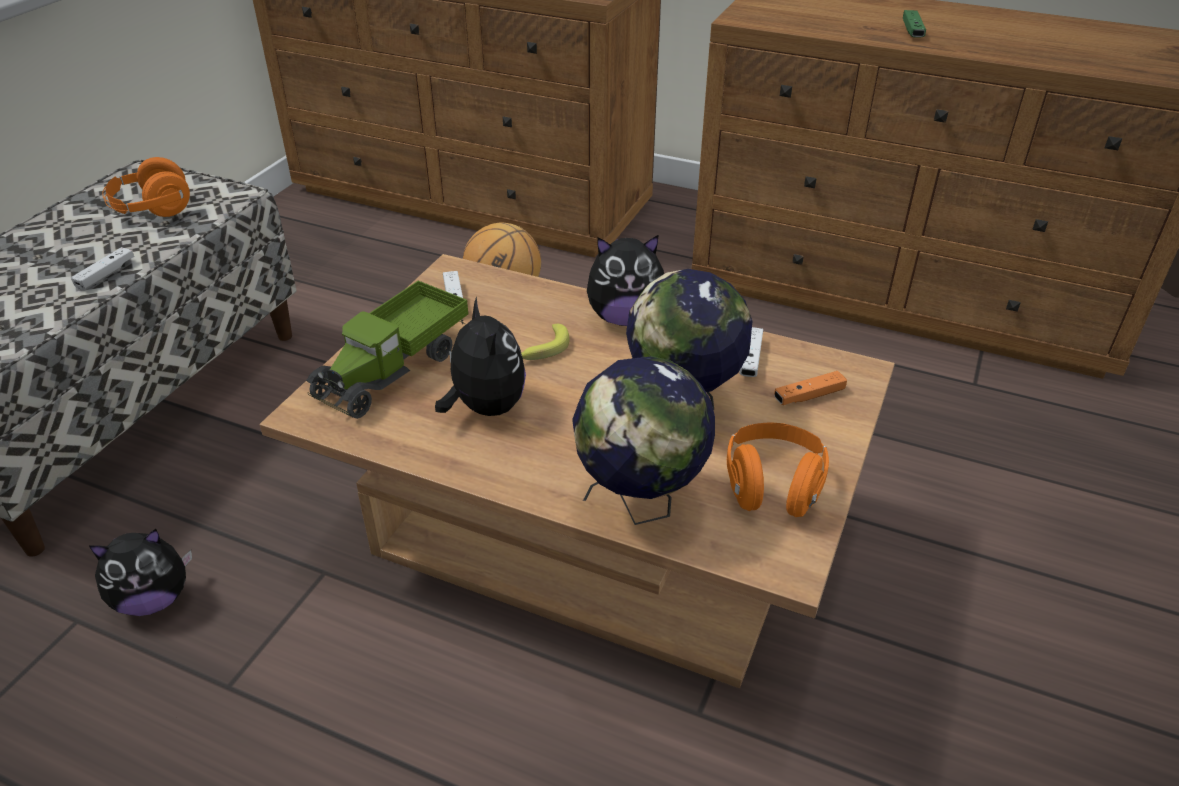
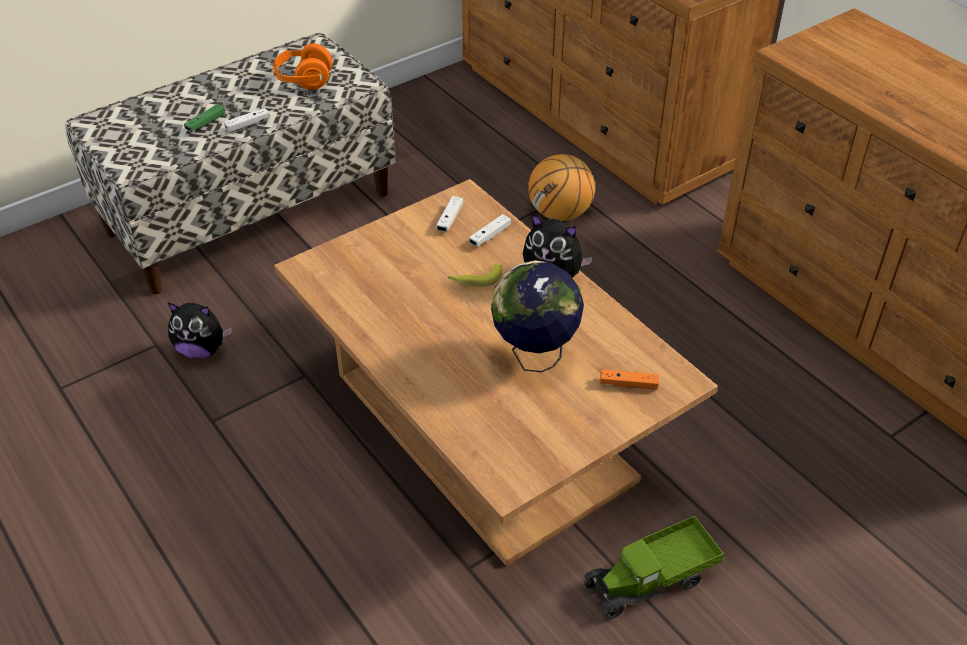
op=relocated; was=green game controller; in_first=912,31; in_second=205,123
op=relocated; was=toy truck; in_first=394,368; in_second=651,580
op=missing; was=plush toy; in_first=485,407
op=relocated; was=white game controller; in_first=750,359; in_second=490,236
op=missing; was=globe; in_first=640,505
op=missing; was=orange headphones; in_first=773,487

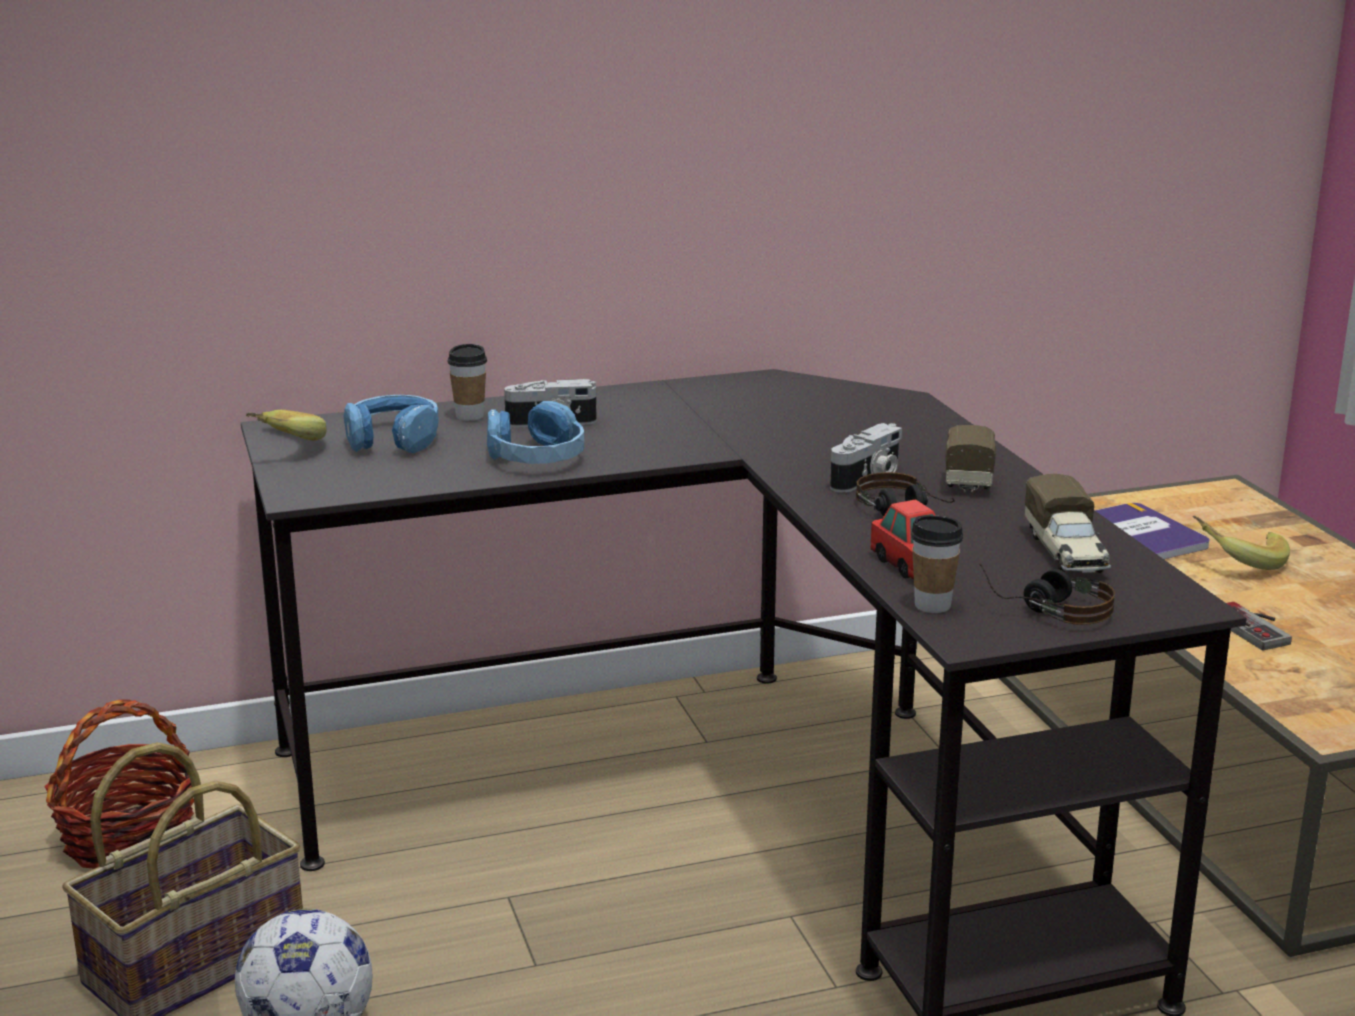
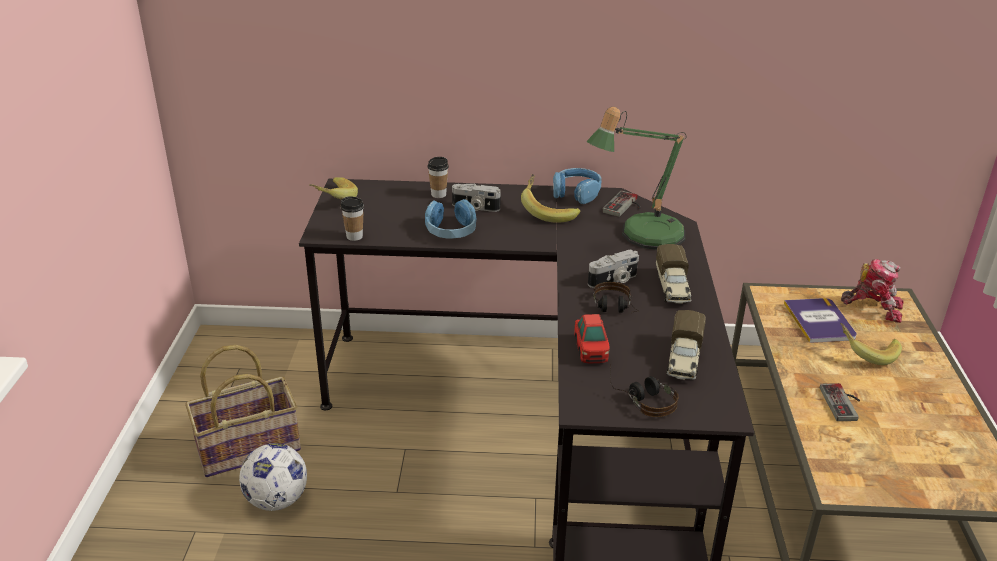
op=relocated; was=blue headphones; in_first=393,439; in_second=576,193
op=spun; was=toy truck; in_first=968,474; in_second=672,288; clockwise=150
op=relocated; was=cup; in_first=932,605; in_second=354,236
op=missing; was=basket; in_first=129,838
op=appeared; now=table lamp; in_second=642,236
op=appeared; now=banana; in_second=548,211
op=appeared; now=game controller; in_second=625,206
op=appeared; now=toy robot; in_second=873,306

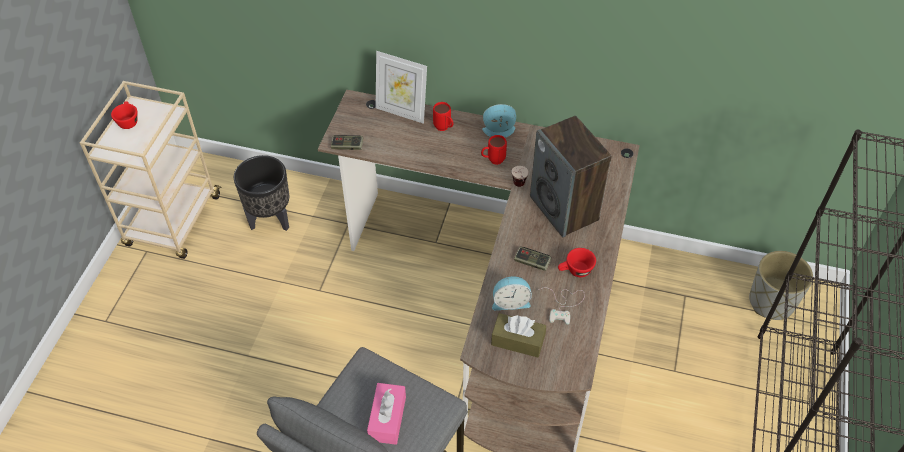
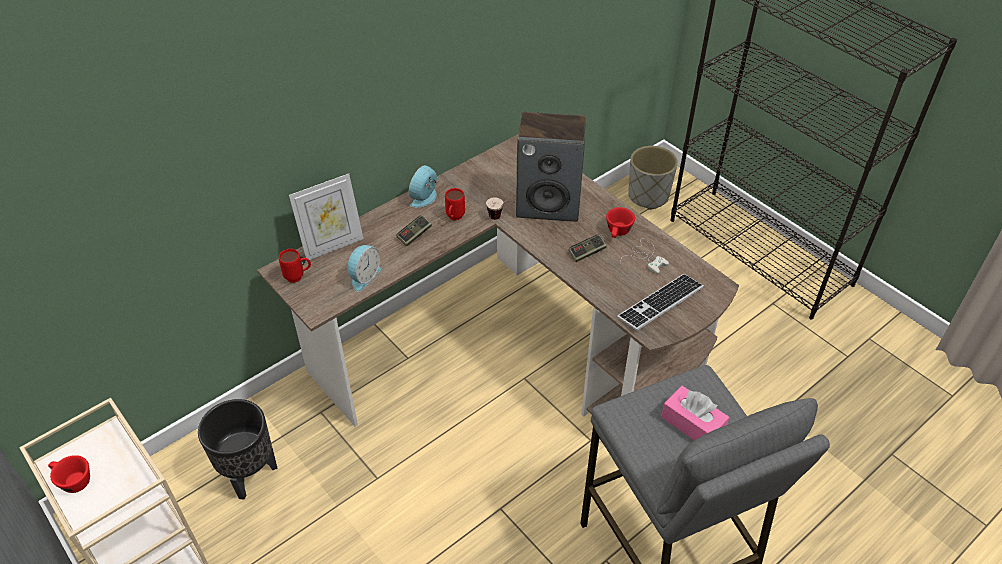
op=relocated; was=red mug; in_first=444,129; in_second=298,277
op=relocated; was=game controller; in_first=347,146; in_second=414,235
op=relocated; was=alarm clock; in_first=510,301; in_second=364,276
op=exchanged; was=brown tissue box; now=keyboard; in_first=518,340; in_second=660,303

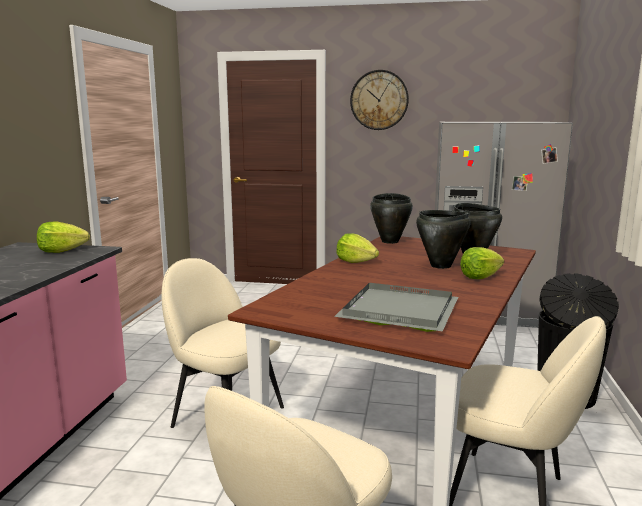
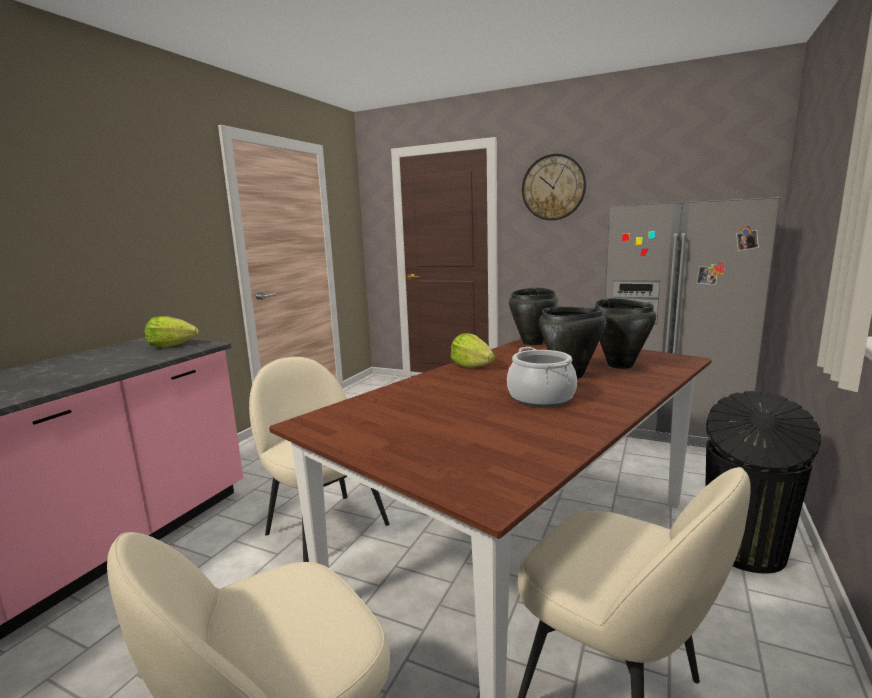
op=missing; was=lettuce; in_first=480,277
op=missing; was=grey tray; in_first=397,310
op=appeared; now=cooking pot; in_second=541,397

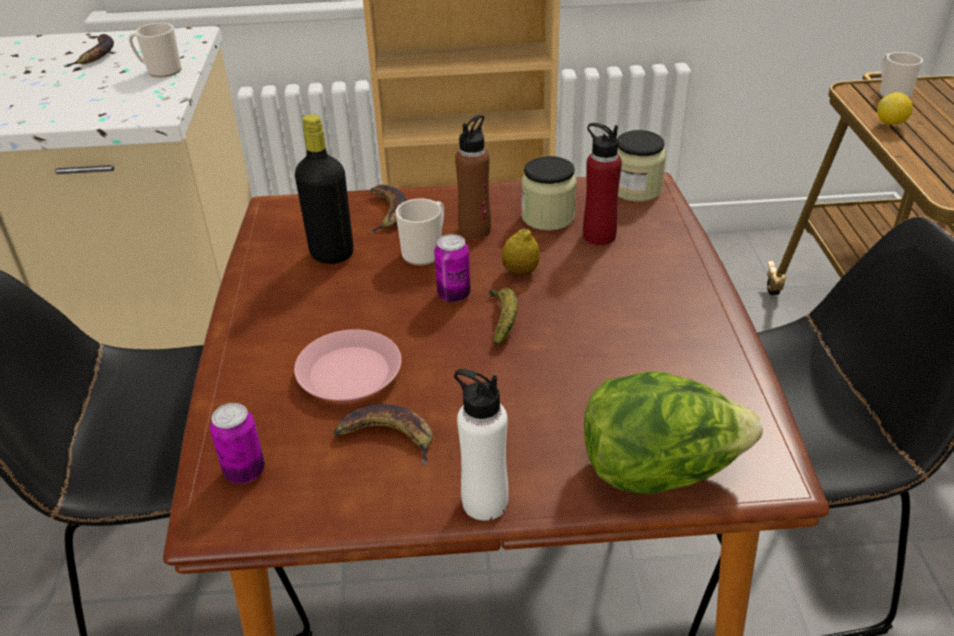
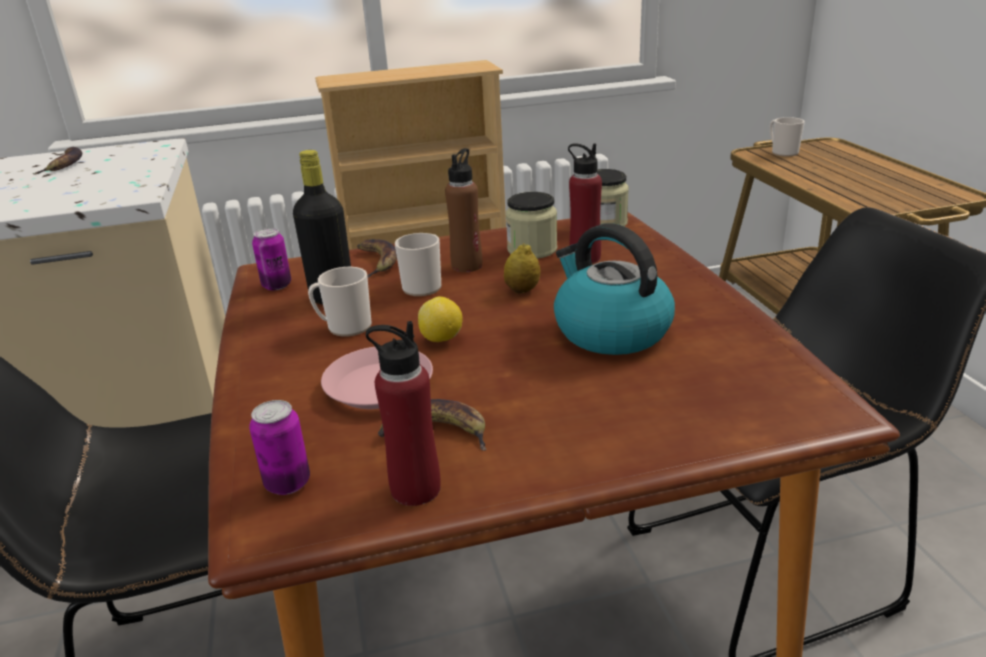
op=relocated; was=mug; in_first=160,71; in_second=344,327
op=relocated; was=lemon; in_first=891,123; in_second=442,339
op=relocated; was=can; in_first=454,295; in_second=277,285
op=missing; was=banana; in_first=503,320
op=missing; was=white bottle; in_first=484,502
op=missing; was=lettuce; in_first=659,471
op=appeared; now=kettle; in_second=610,331
op=appeared; now=red bottle; in_second=415,489

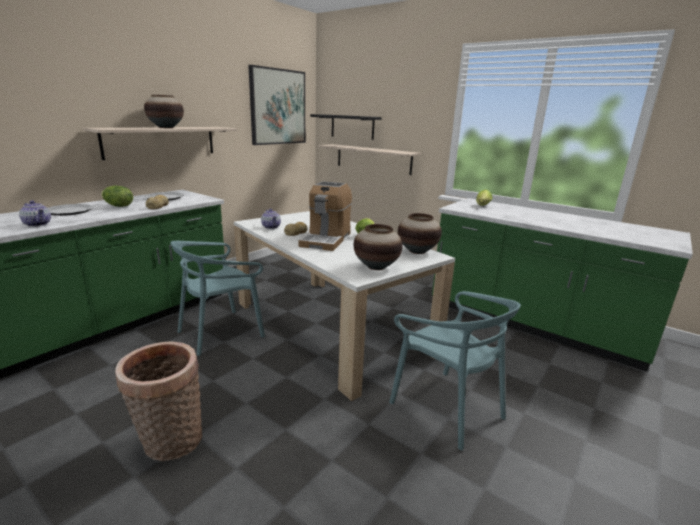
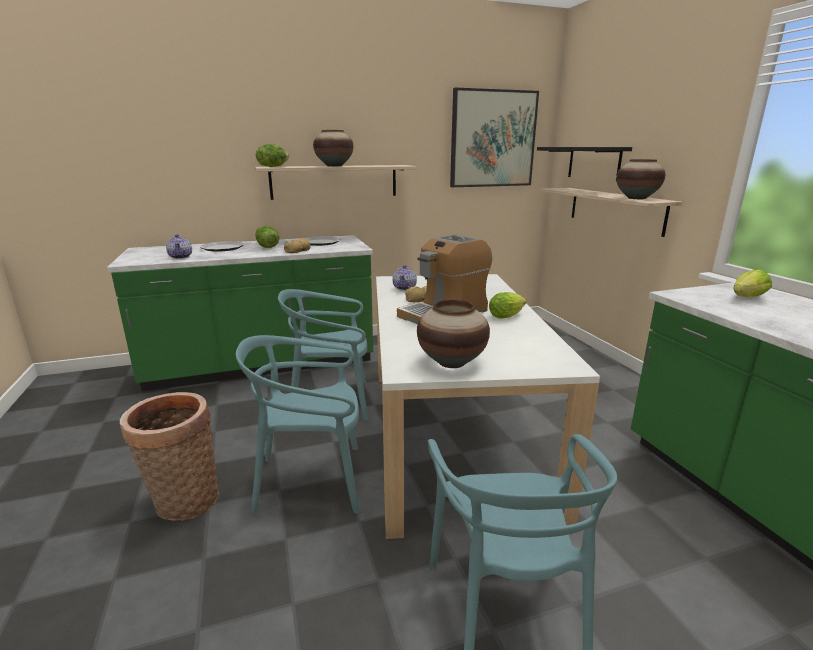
op=relocated; was=vase; in_first=417,251; in_second=637,198
op=appeared; now=lettuce; in_second=273,167
op=appeared; now=turquoise chair; in_second=311,481

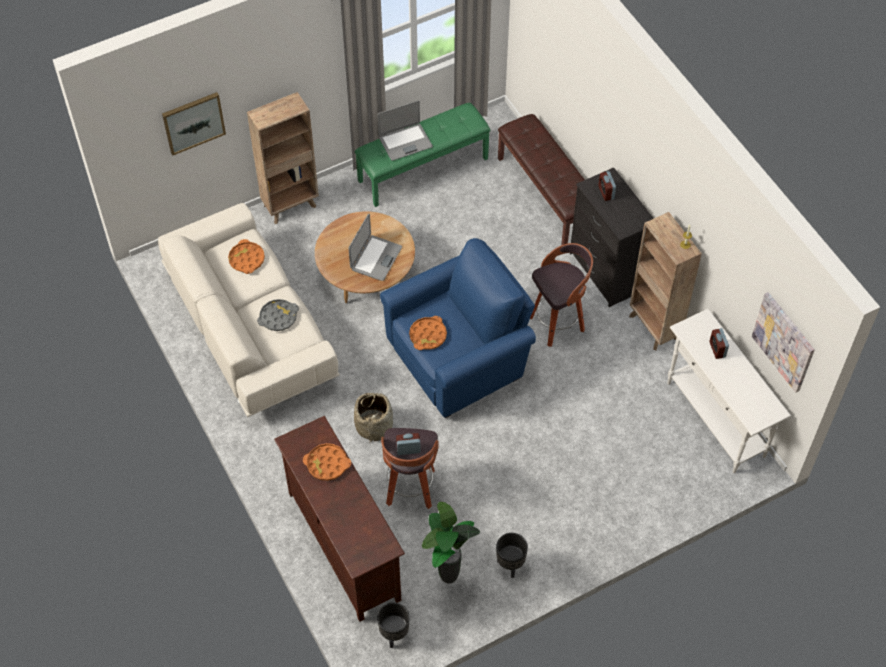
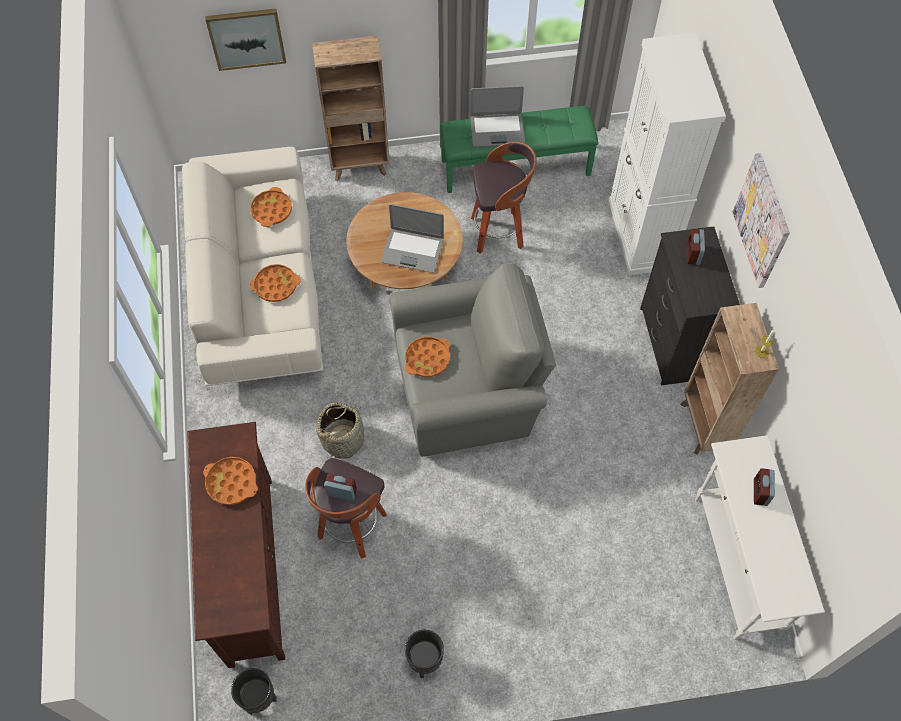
op=exchanged; was=brown bench; now=white cabinet; in_first=547,195; in_second=640,234
op=spun; was=laptop; in_first=375,258; in_second=412,250; clockwise=60
op=colour; was=blue armchair; now=grey armchair; in_first=460,358; in_second=469,392
op=relocated; was=stool; in_first=558,323; in_second=498,232
op=relocated; was=picture; in_first=784,341; in_second=762,221
op=colour; was=grey tray; now=orange tray; in_first=278,317; in_second=275,285
op=missing; was=potted plant; in_first=448,579

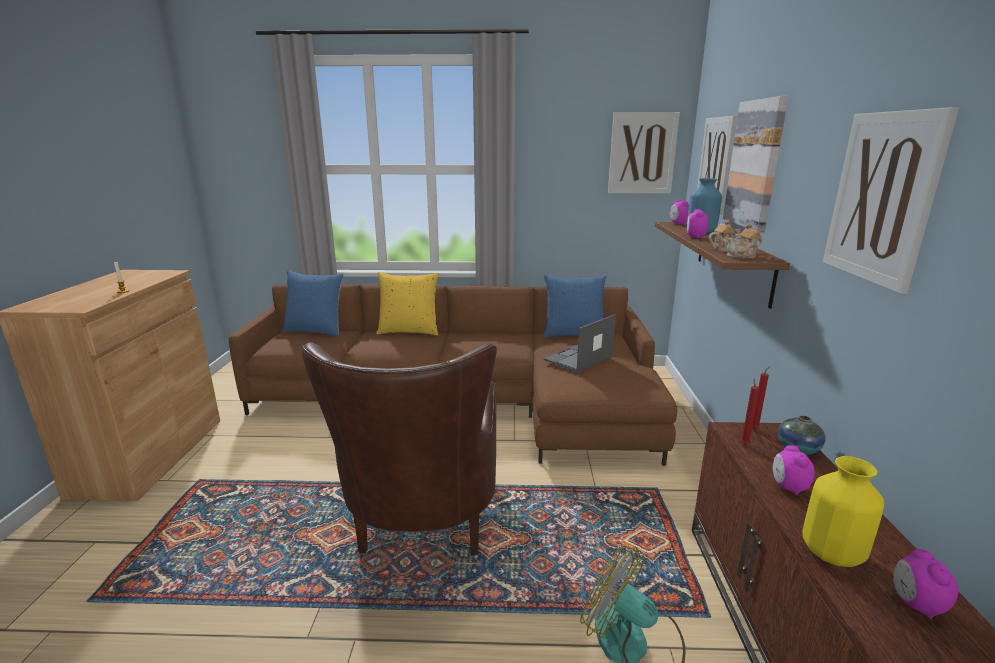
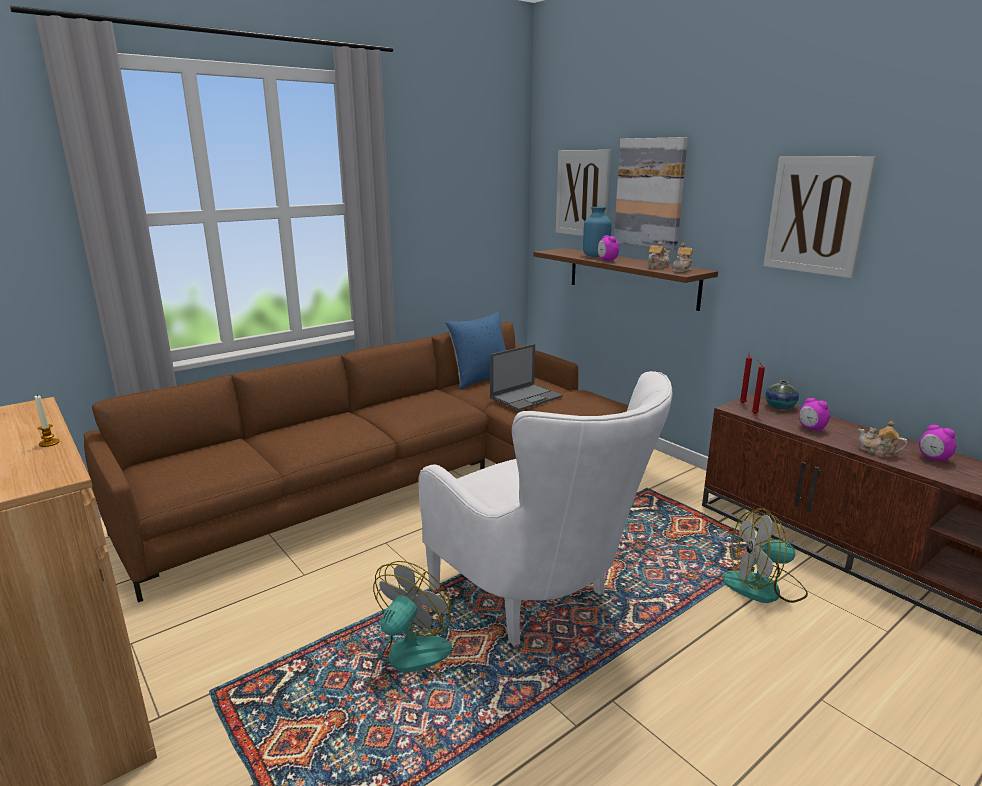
op=missing; was=picture; in_first=642,153
op=missing; was=alarm clock; in_first=678,224
op=missing; was=blue pillow; in_first=316,331
op=missing; was=yellow pillow; in_first=409,331
op=spun; was=laptop; in_first=578,358; in_second=526,397; clockwise=-135
op=colour; was=brown armchair; now=white armchair; in_first=422,532; in_second=538,601
op=exchanged; was=yellow vase; now=teapot; in_first=831,553; in_second=878,452
op=appeared; now=fan; in_second=410,665

